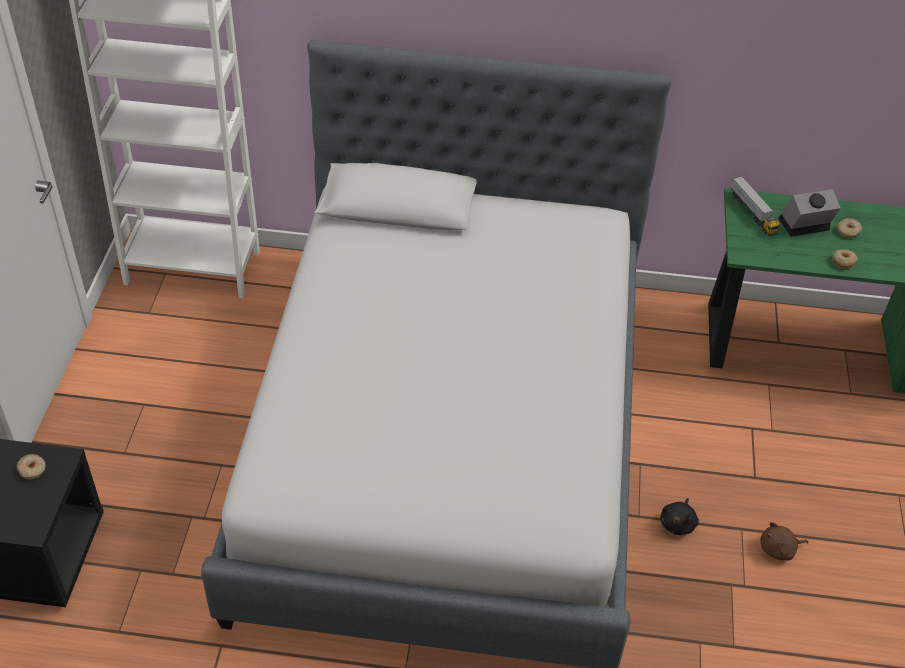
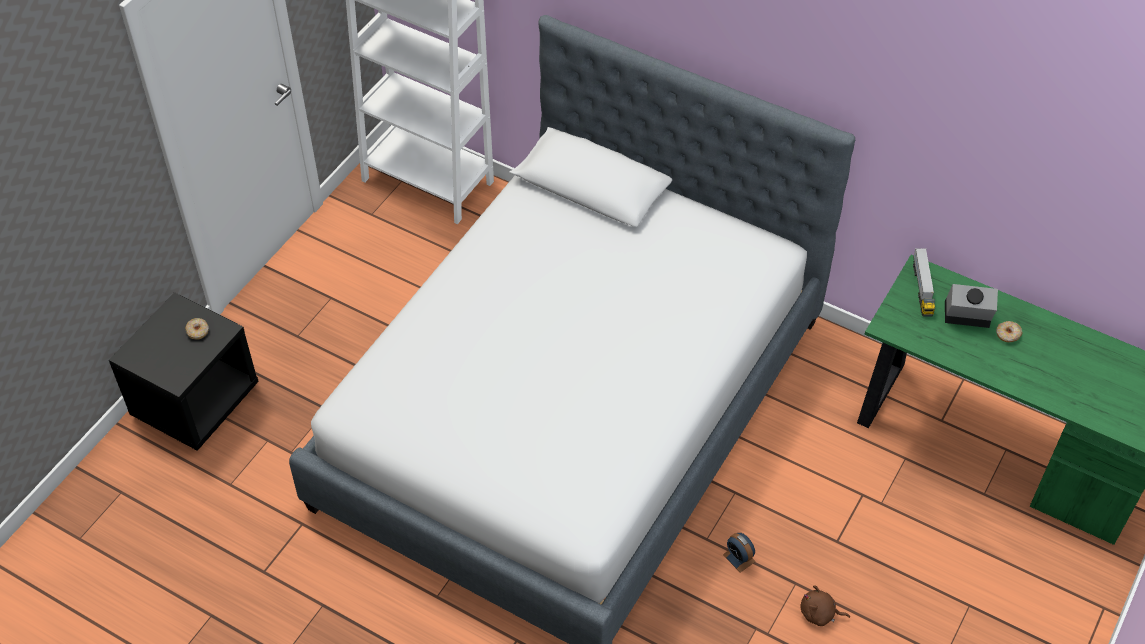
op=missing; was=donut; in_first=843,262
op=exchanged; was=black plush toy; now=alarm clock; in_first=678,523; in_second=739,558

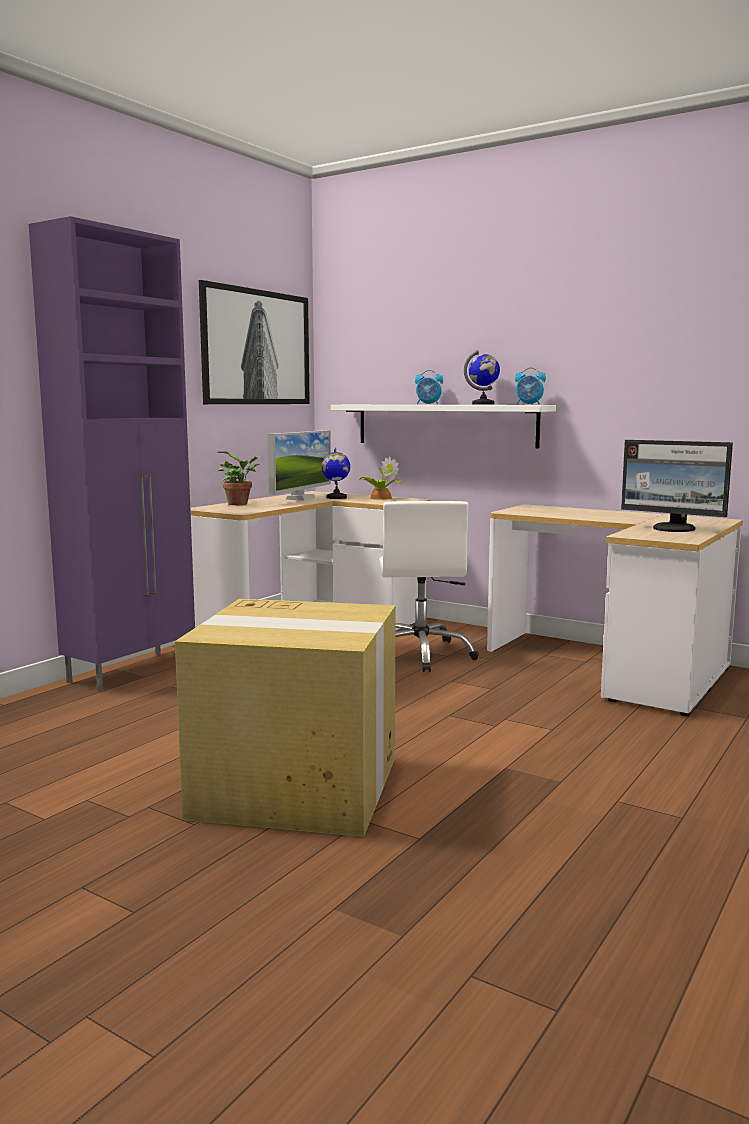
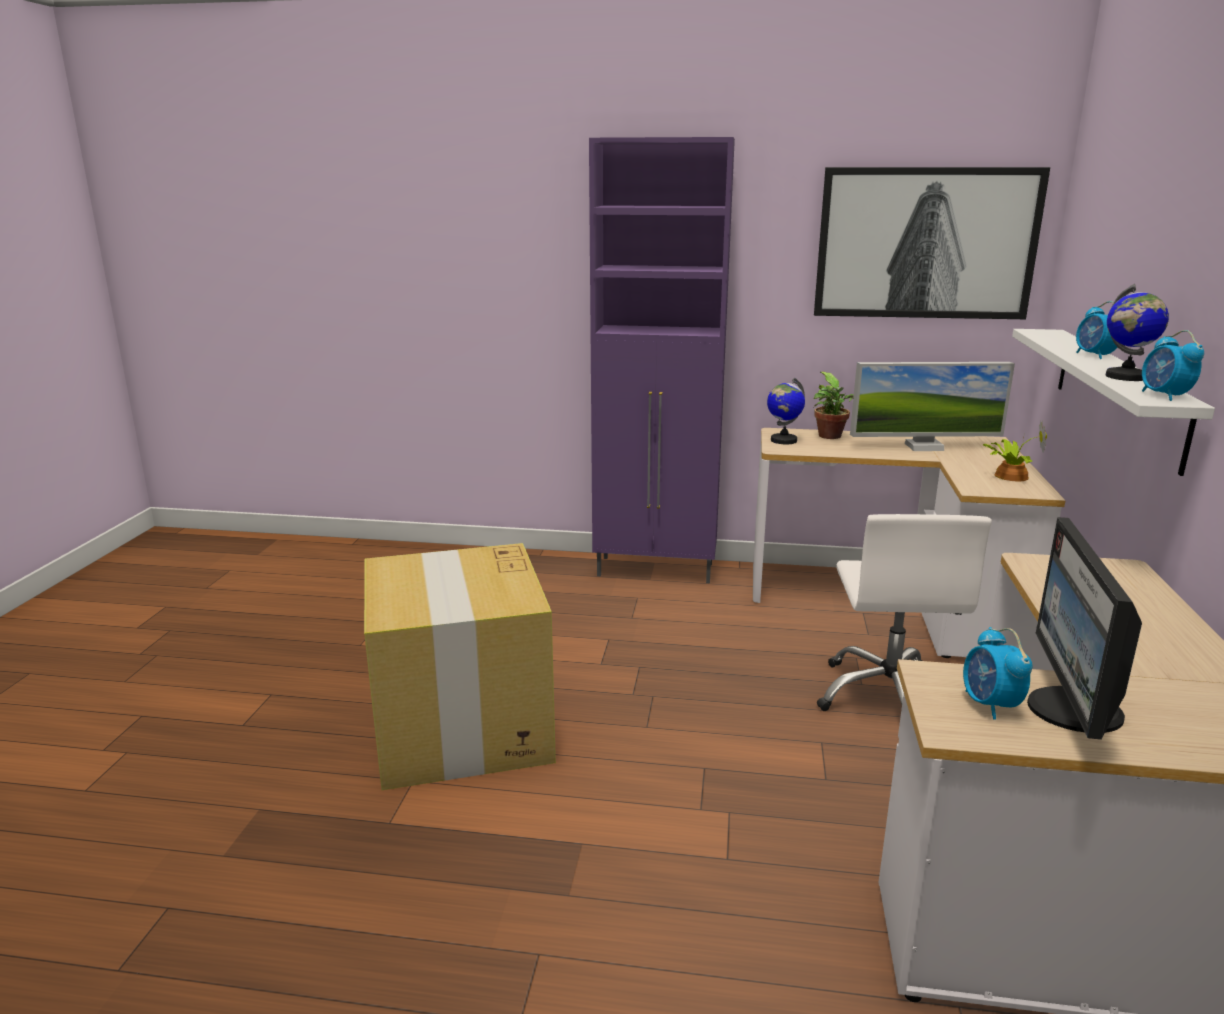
op=relocated; was=globe; in_first=336,498; in_second=783,440
op=spun; was=white office chair; in_first=421,655; in_second=890,698; clockwise=-60
op=appeared; now=alarm clock; in_second=990,705

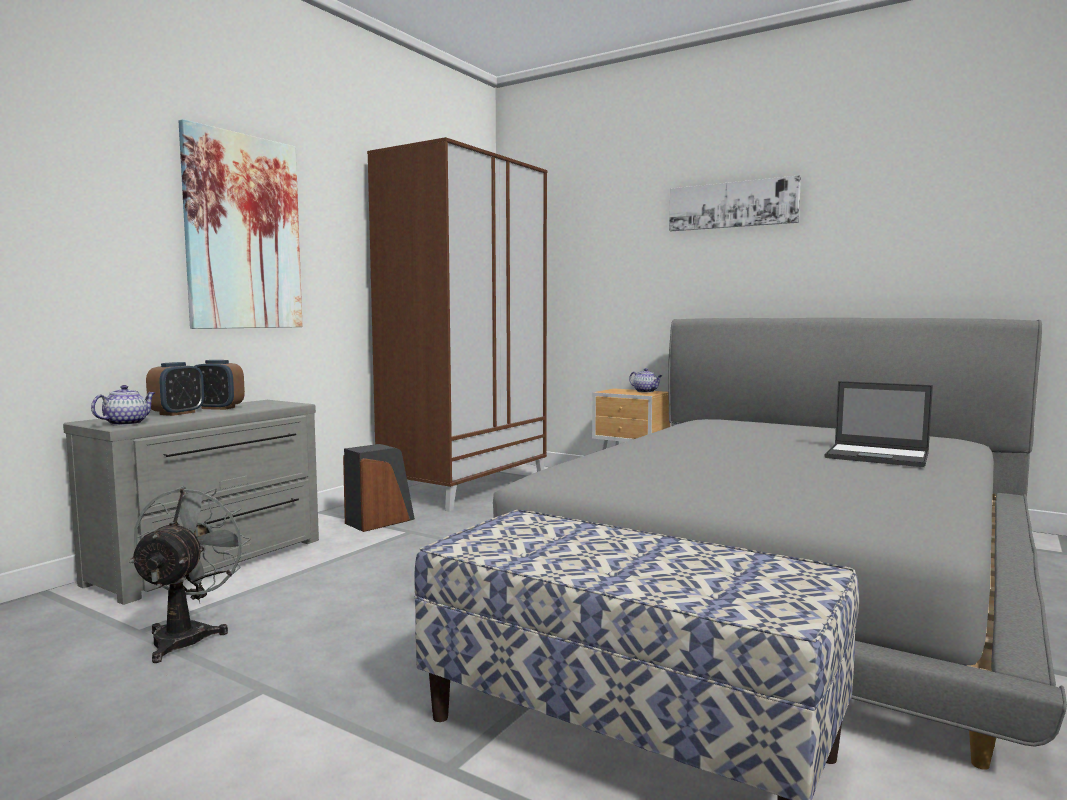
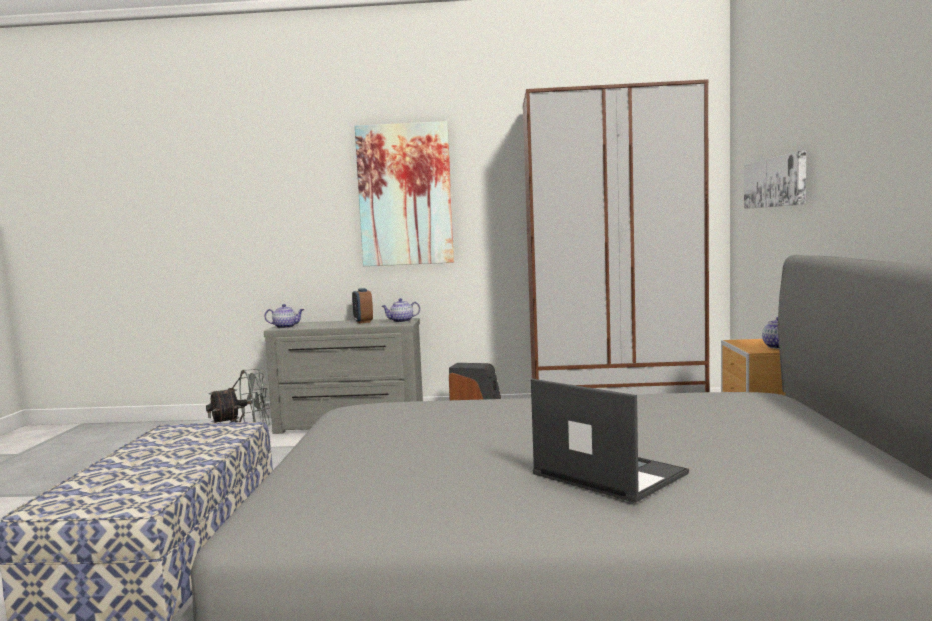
op=relocated; was=picture; in_first=732,205; in_second=775,182
op=missing; was=alarm clock; in_first=177,413
op=spun; was=laptop; in_first=878,456; in_second=607,474; clockwise=135
op=appeared; now=teapot; in_second=401,321

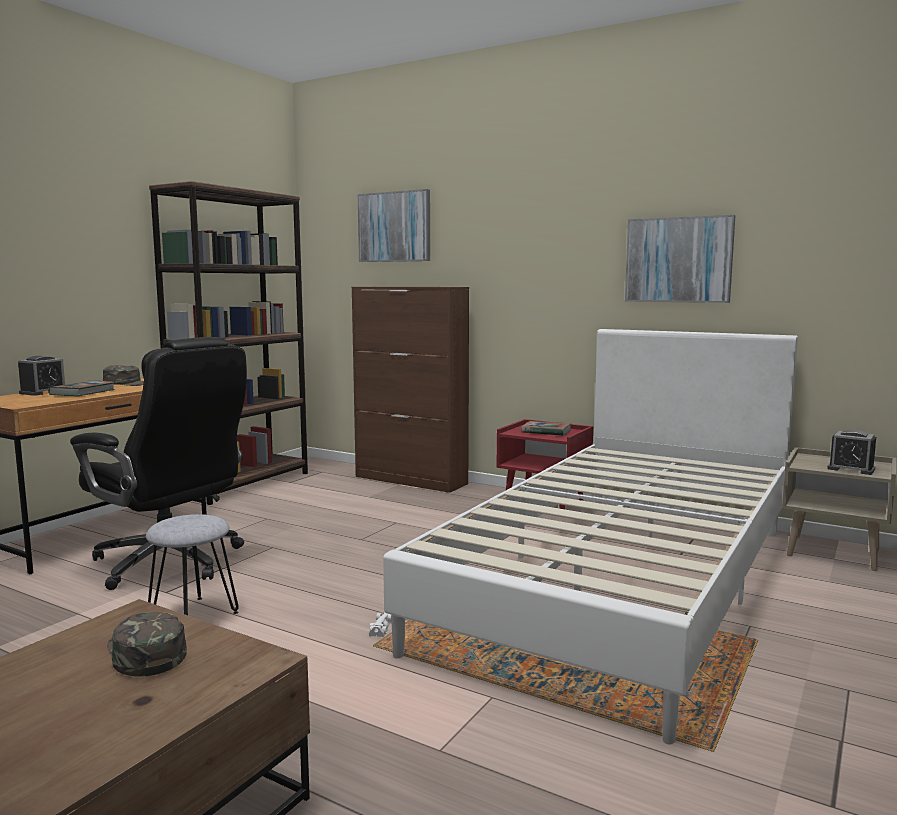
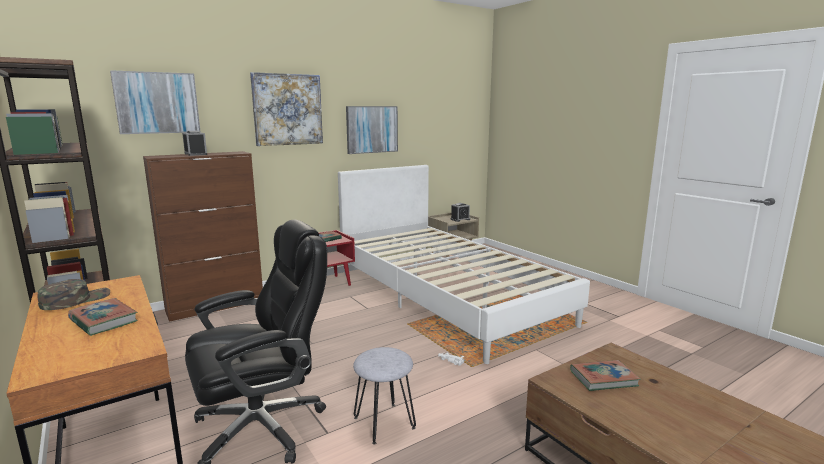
op=relocated; was=alarm clock; in_first=43,392; in_second=195,154
op=exchanged; was=green cap; now=book; in_first=144,652; in_second=603,378
op=appeared; now=picture; in_second=287,109

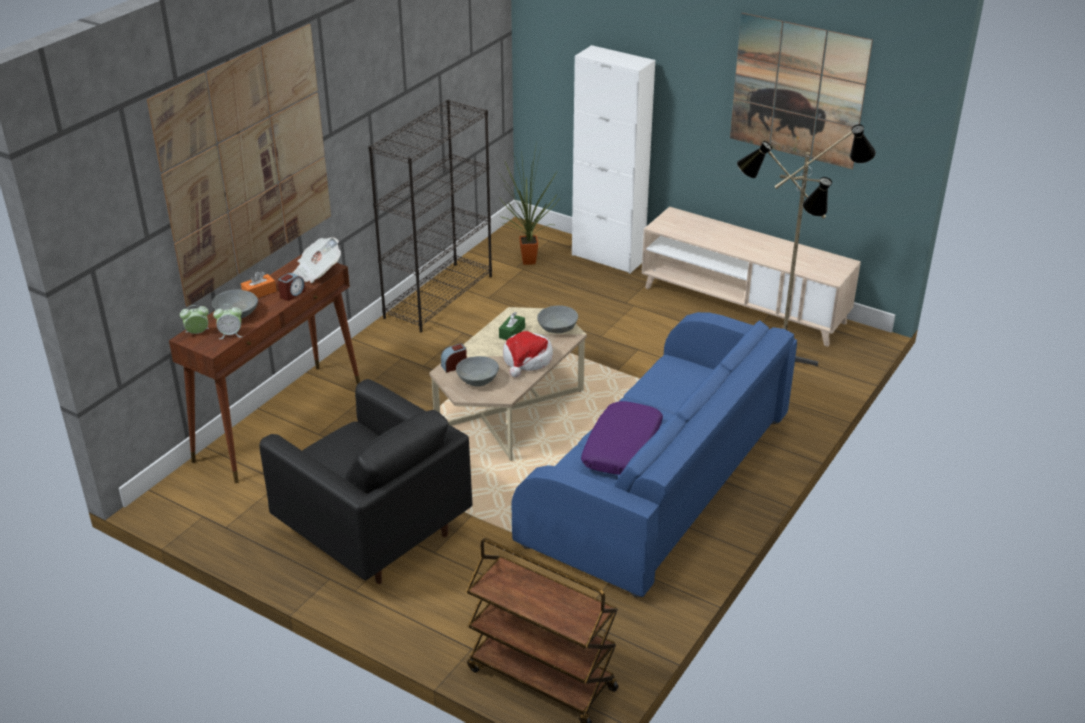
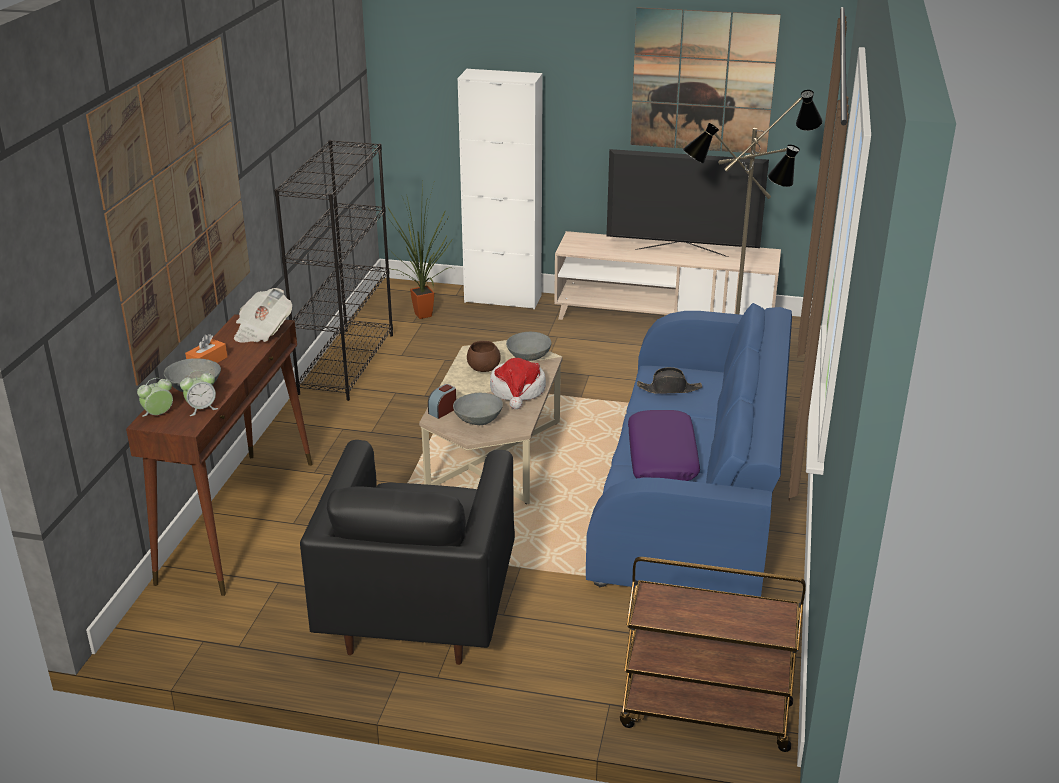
op=missing; was=alarm clock; in_first=292,294
op=exchanged; was=green tissue box; now=brown bowl; in_first=512,333; in_second=483,369
op=spun; was=black armchair; in_first=371,531; in_second=418,609; clockwise=75
op=appeared; now=television; in_second=681,252
op=appeared; now=black hat; in_second=669,389

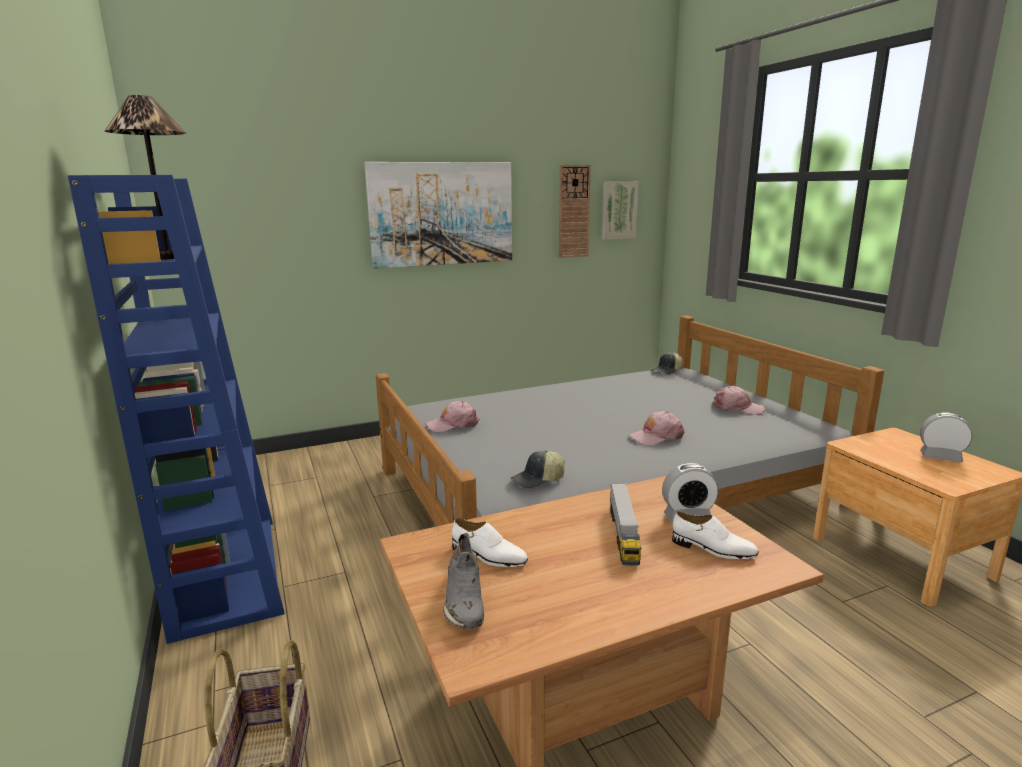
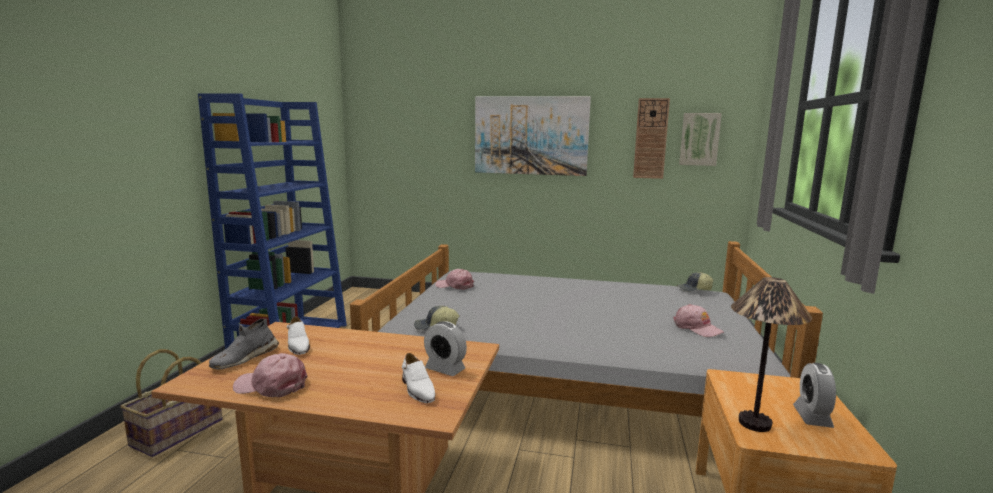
op=relocated; was=table lamp; in_first=168,258; in_second=755,424
op=relocated; was=pink cap; in_first=656,436; in_second=271,385
op=spun; was=alarm clock; in_first=940,457; in_second=812,417; clockwise=-135
op=missing; was=toy truck; in_first=623,534

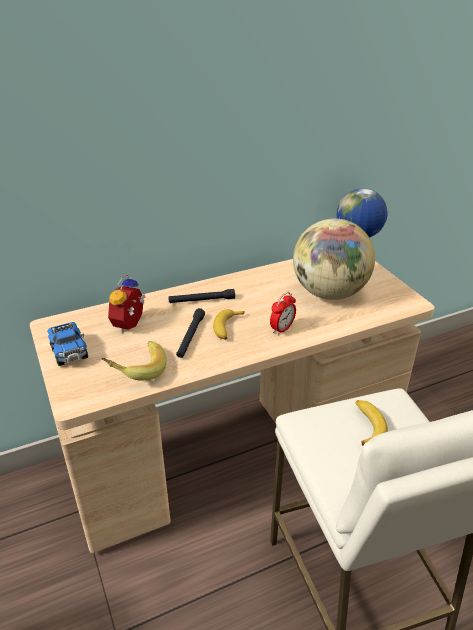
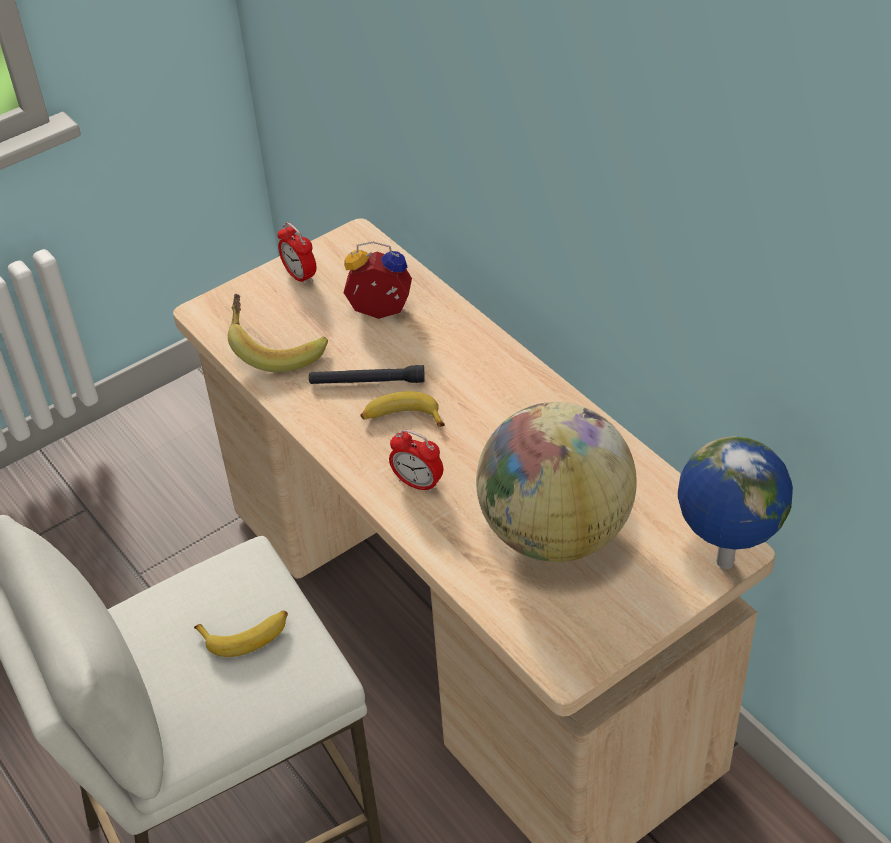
op=missing; was=black flashlight; in_first=202,300
op=exchanged; was=toy truck; now=alarm clock; in_first=69,353; in_second=300,276

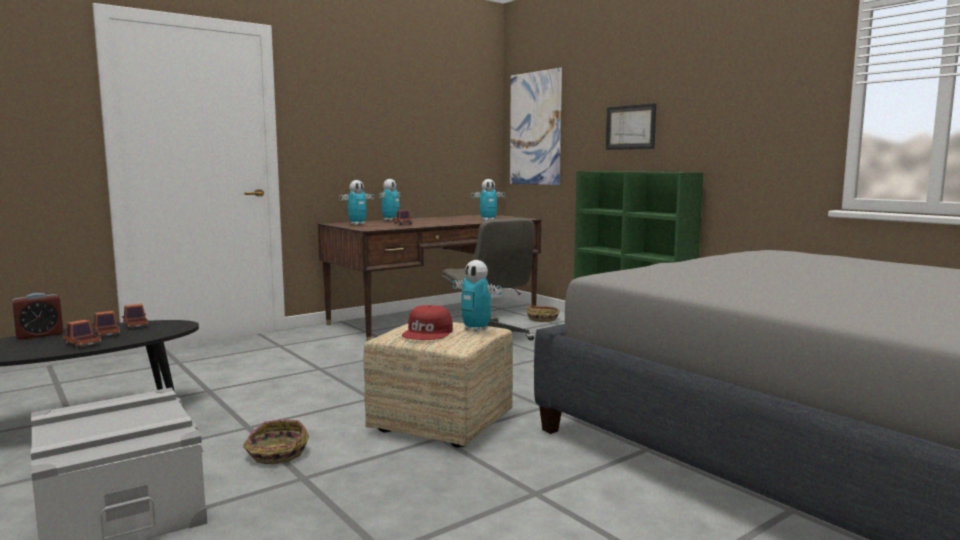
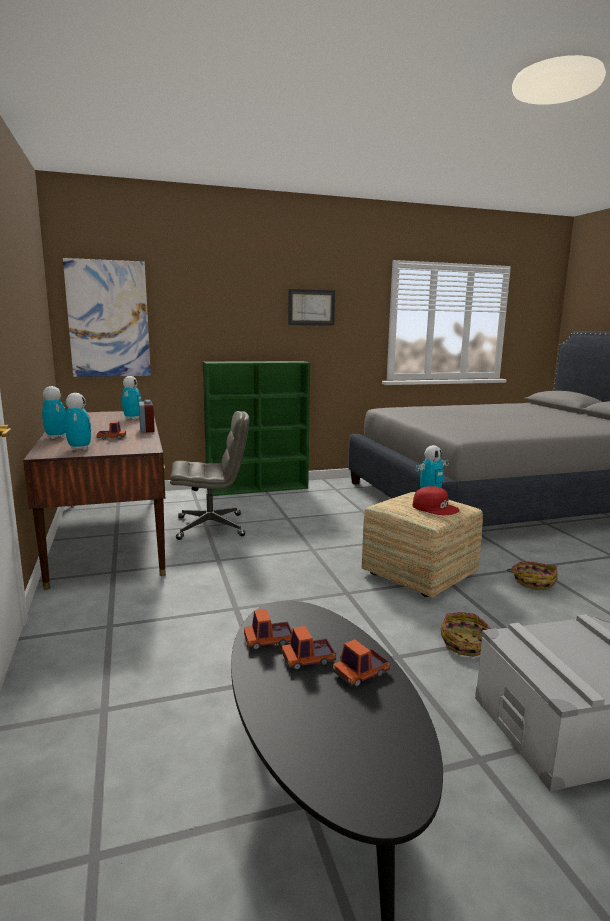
op=relocated; was=picture; in_first=630,127; in_second=311,307
op=relocated; was=alarm clock; in_first=39,335; in_second=147,430
op=relocated; was=basket; in_first=543,319; in_second=533,581

